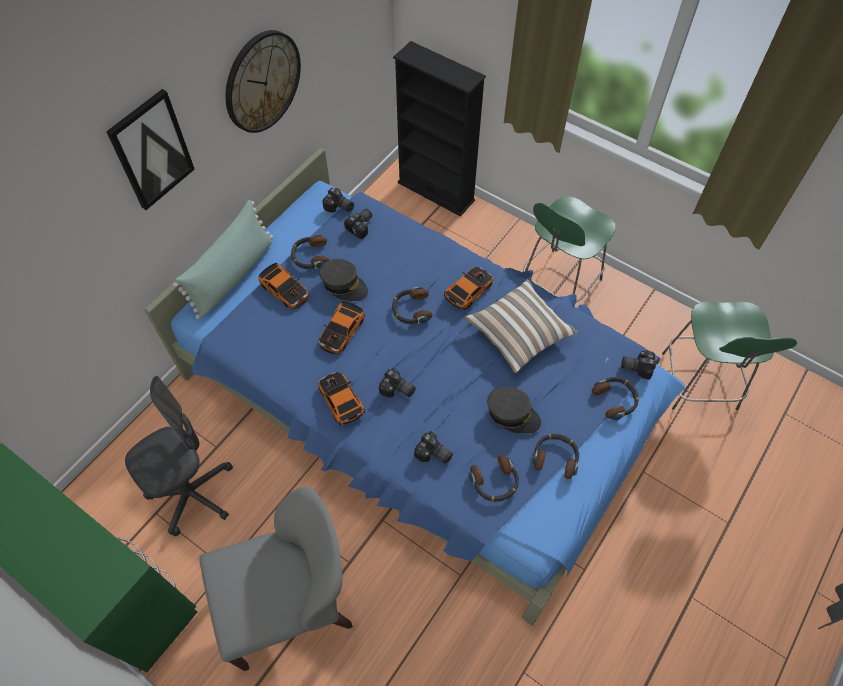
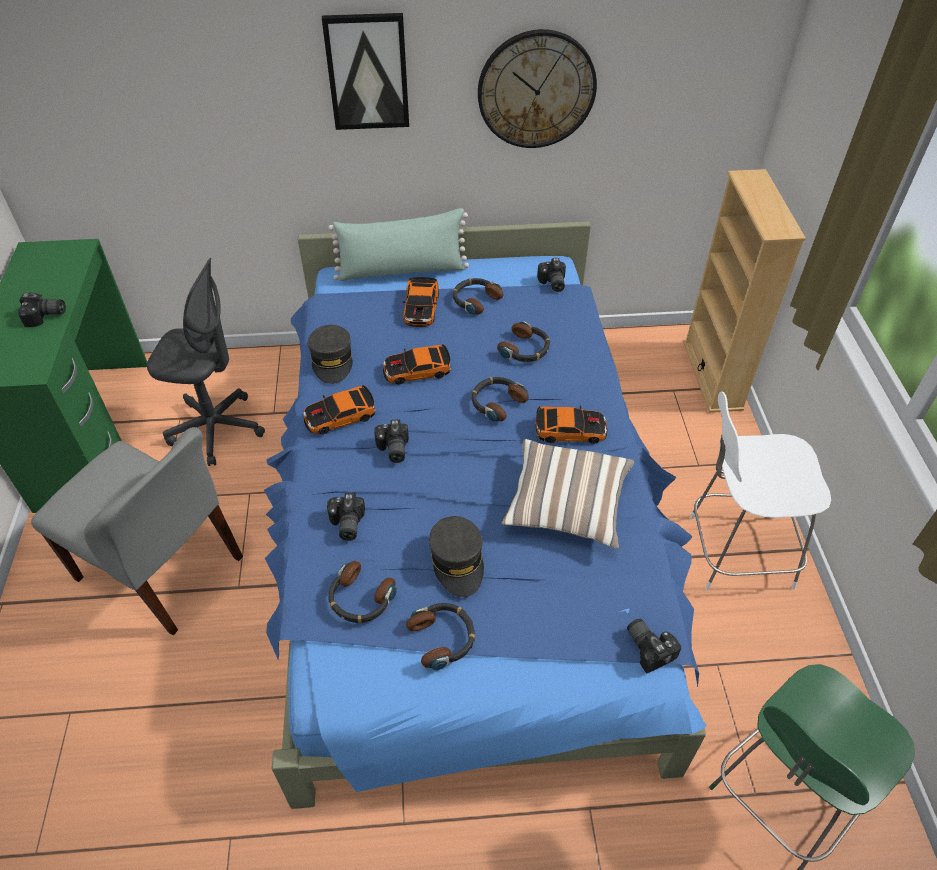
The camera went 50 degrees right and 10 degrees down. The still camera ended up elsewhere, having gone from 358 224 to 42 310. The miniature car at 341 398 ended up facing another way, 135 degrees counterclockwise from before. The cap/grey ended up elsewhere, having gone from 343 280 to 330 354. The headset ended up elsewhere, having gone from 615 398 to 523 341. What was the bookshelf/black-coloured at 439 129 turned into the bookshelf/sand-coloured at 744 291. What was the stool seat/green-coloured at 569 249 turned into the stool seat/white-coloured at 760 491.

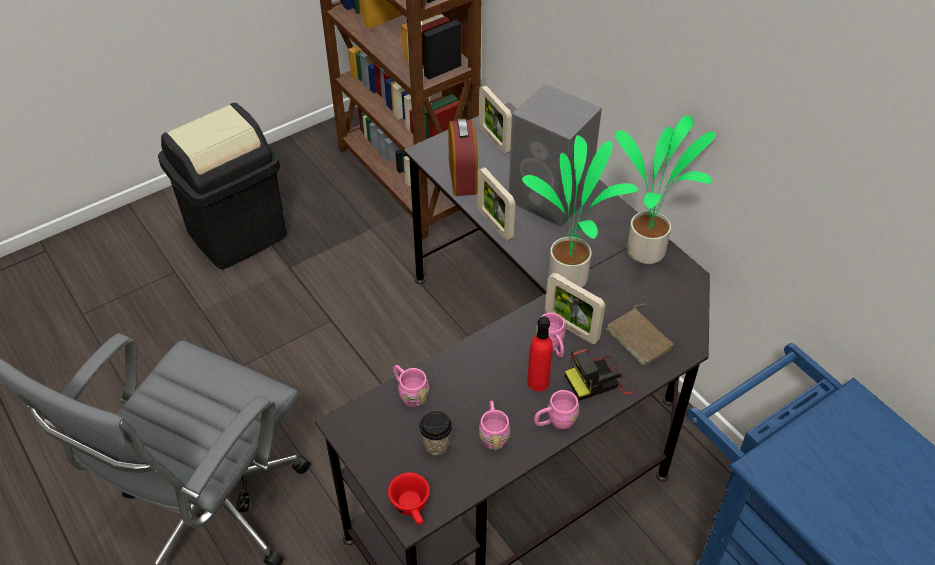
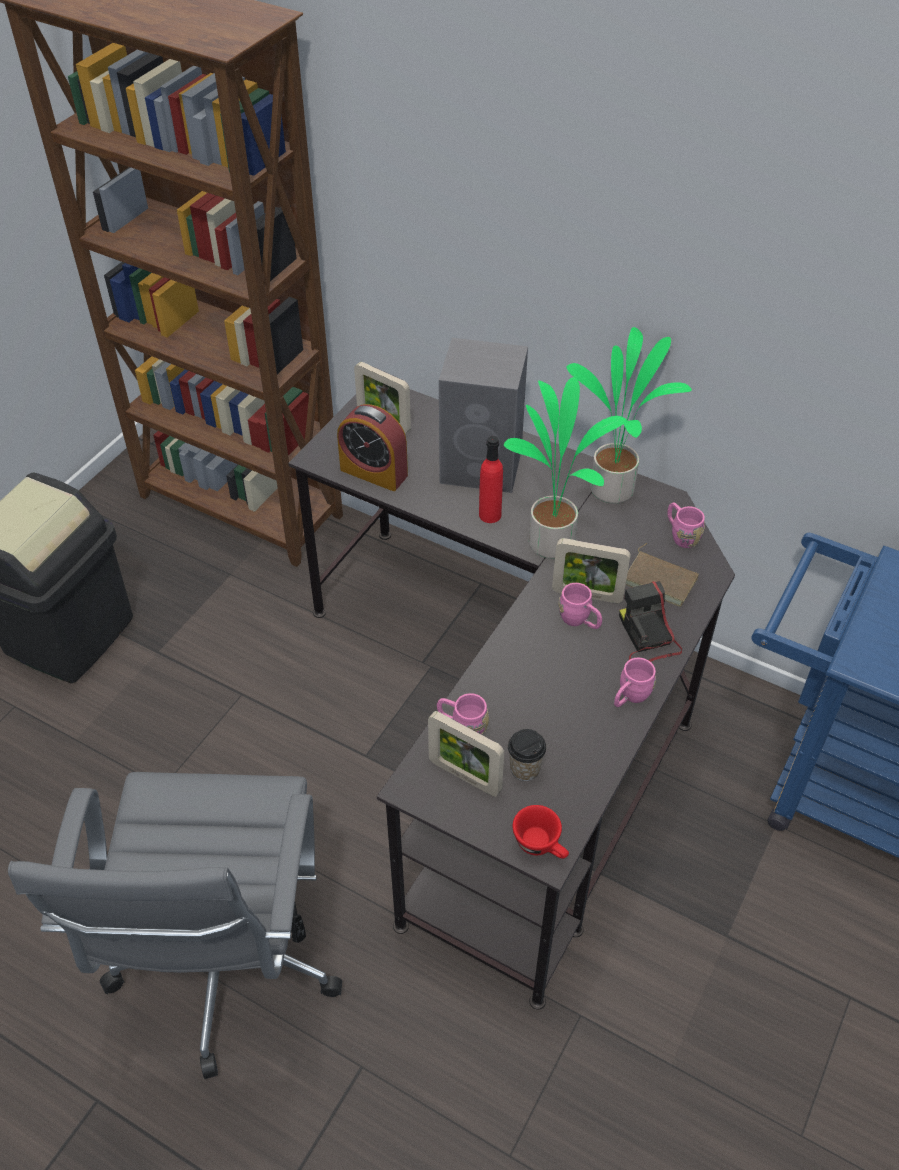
The camera went 25 degrees left and 0 degrees up. The alarm clock at 463 157 ended up facing another way, 150 degrees clockwise from before. The standing frame ended up elsewhere, having gone from 496 204 to 466 753. The beverage bottle/red ended up elsewhere, having gone from 540 353 to 491 479. The still camera at 600 374 ended up facing another way, 120 degrees clockwise from before. The tea mug/pink-coloured ended up elsewhere, having gone from 495 425 to 686 525.

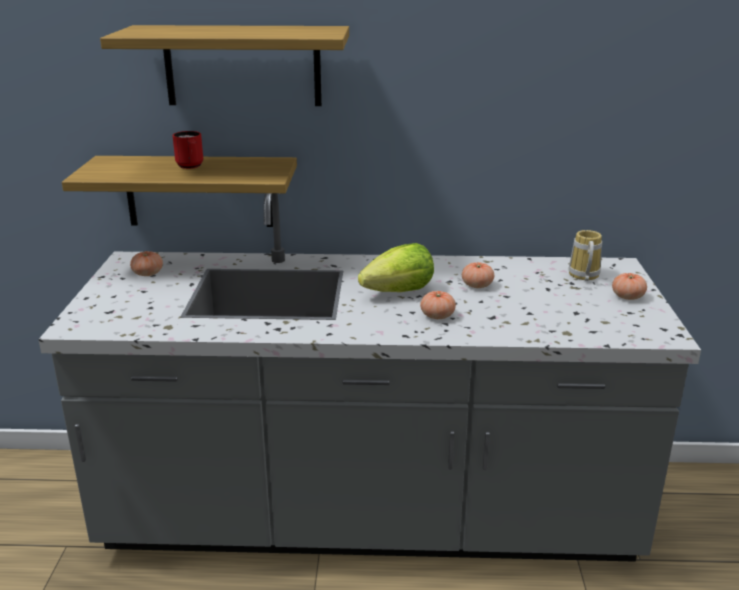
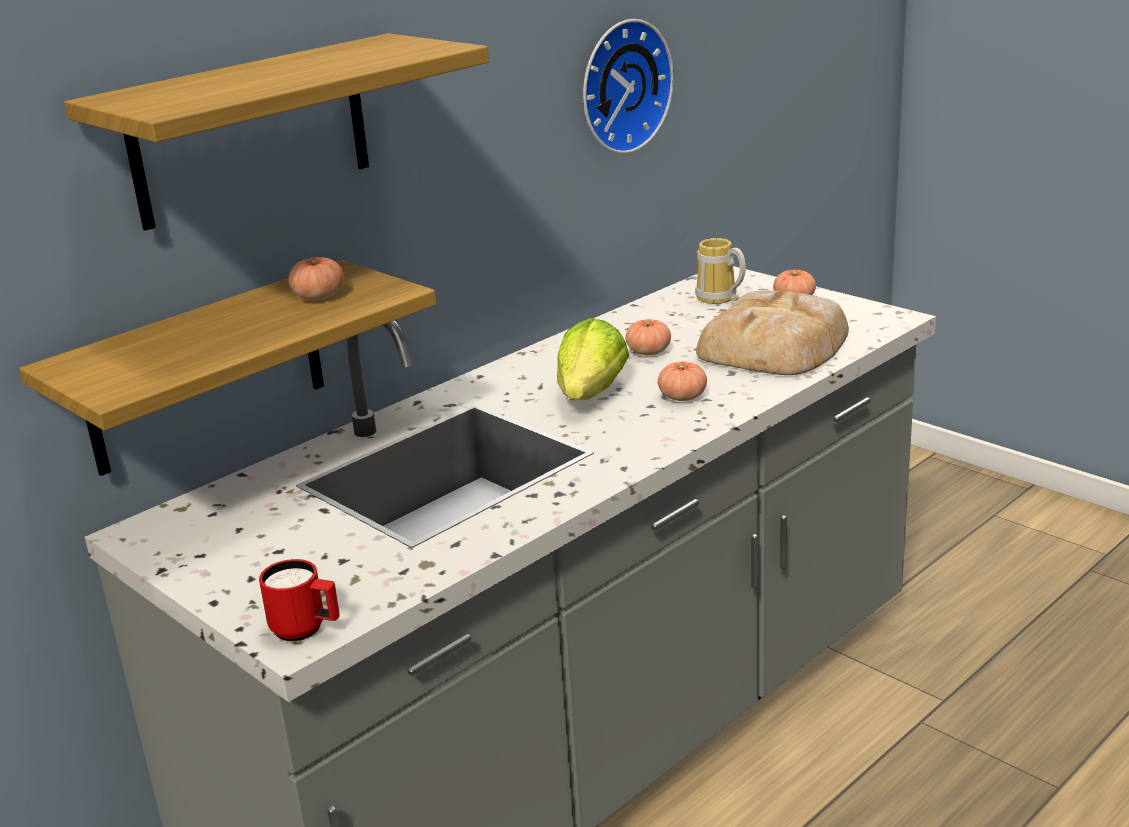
The camera went 45 degrees left and 0 degrees up. The tea mug/red ended up elsewhere, having gone from 187 150 to 299 600. The fresh tomato ended up elsewhere, having gone from 146 263 to 316 279. The second view gained the wall clock at 628 86. The second view gained the bread at 772 332.

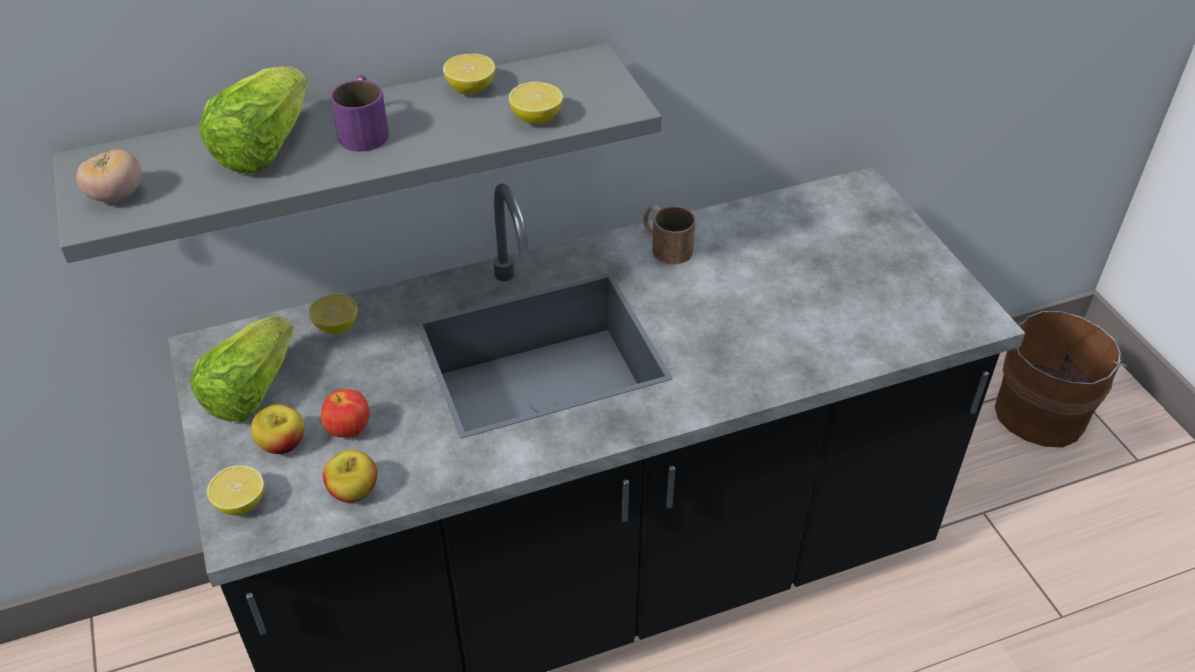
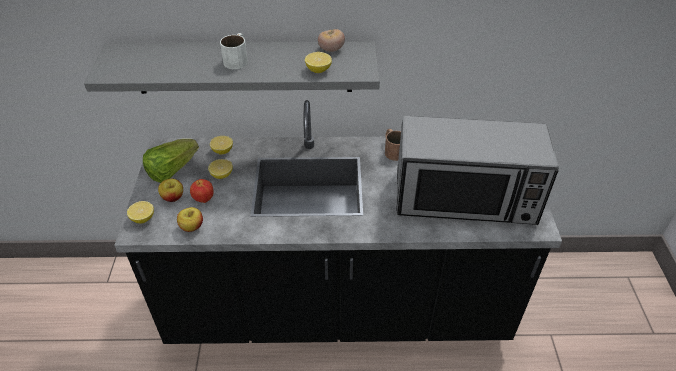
The camera went 20 degrees right and 0 degrees up. The whole lemon ended up elsewhere, having gone from 469 74 to 220 169. What was the tea mug/purplish at 359 113 turned into the tea mug/white-coloured at 234 51. The fresh tomato ended up elsewhere, having gone from 109 175 to 331 40. The second view gained the kitchen microwave at 477 170. The second view lost the lettuce at 253 120. The second view lost the water bucket/brown at 1061 379.

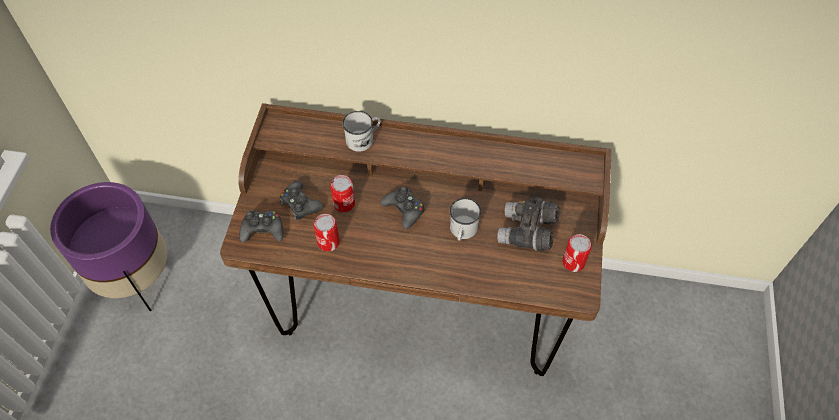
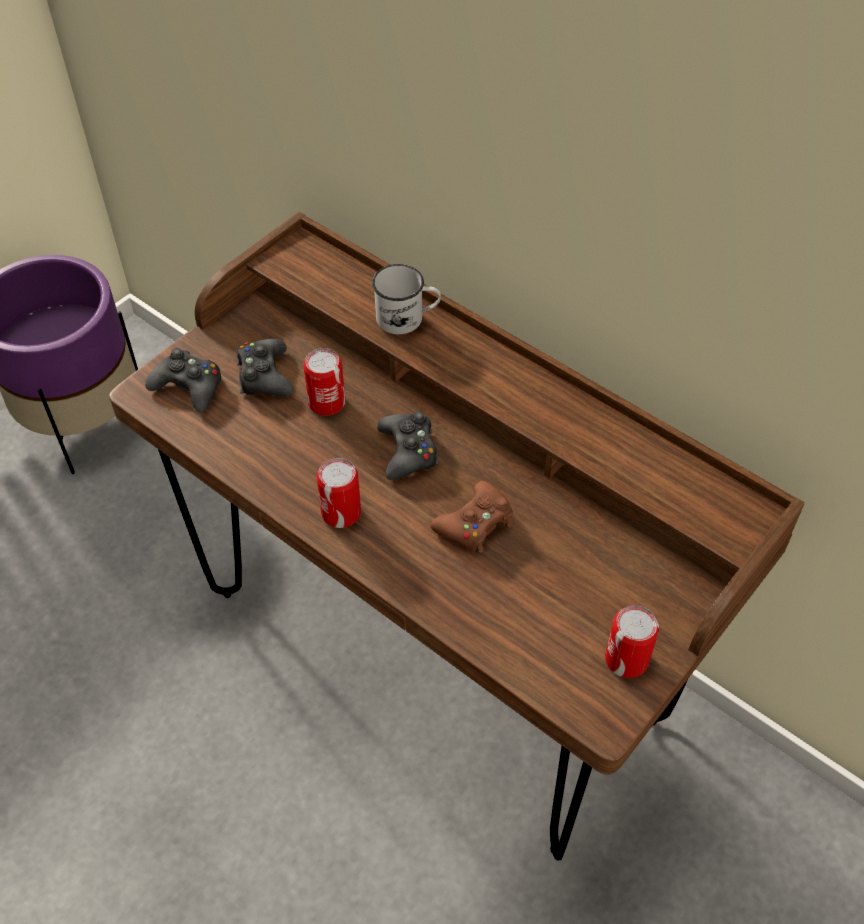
The camera went 30 degrees right and 5 degrees down. The can ended up elsewhere, having gone from 326 232 to 339 493. Where the tea mug/white-coloured stood at 465 219, the game controller/brown came to stand at 472 517. The second view lost the pair of binoculars/grey at 528 223.

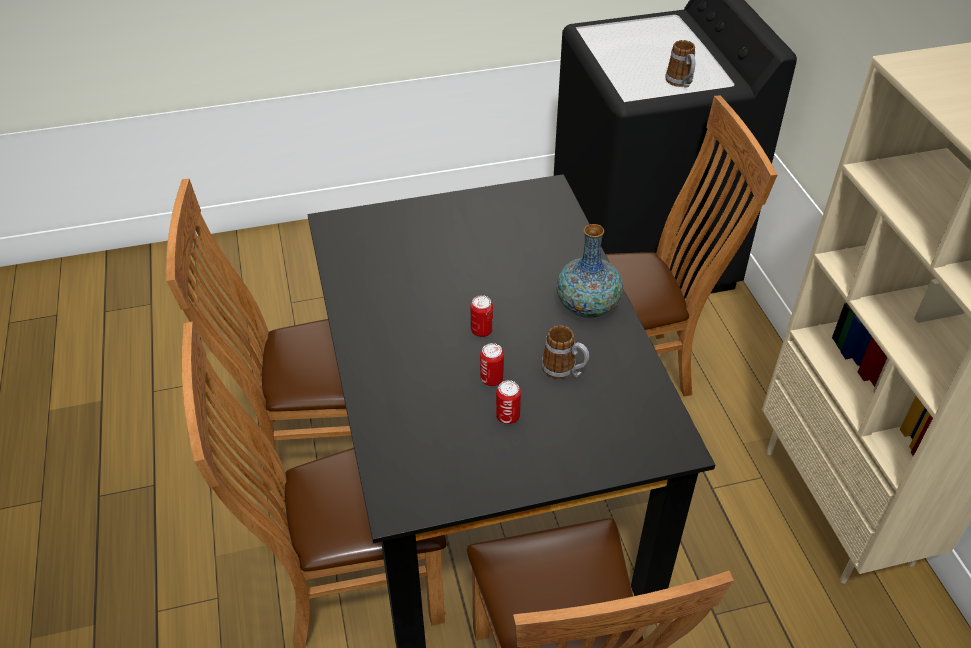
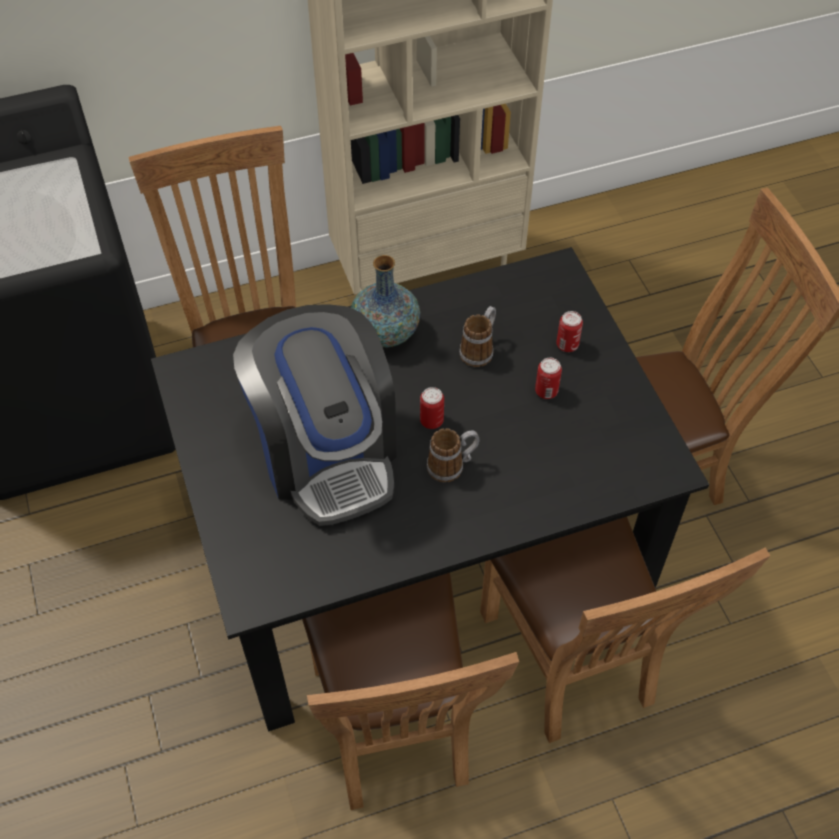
The camera went 95 degrees left and 10 degrees up. The second view gained the coffee maker at 315 415. The tea mug ended up elsewhere, having gone from 680 64 to 453 455. The can ended up elsewhere, having gone from 492 364 to 569 331.

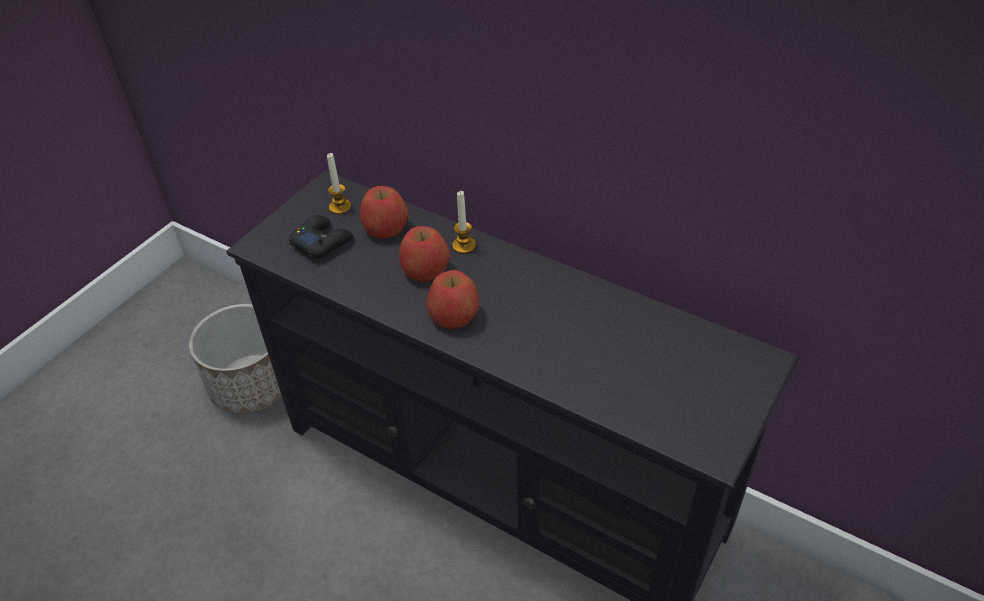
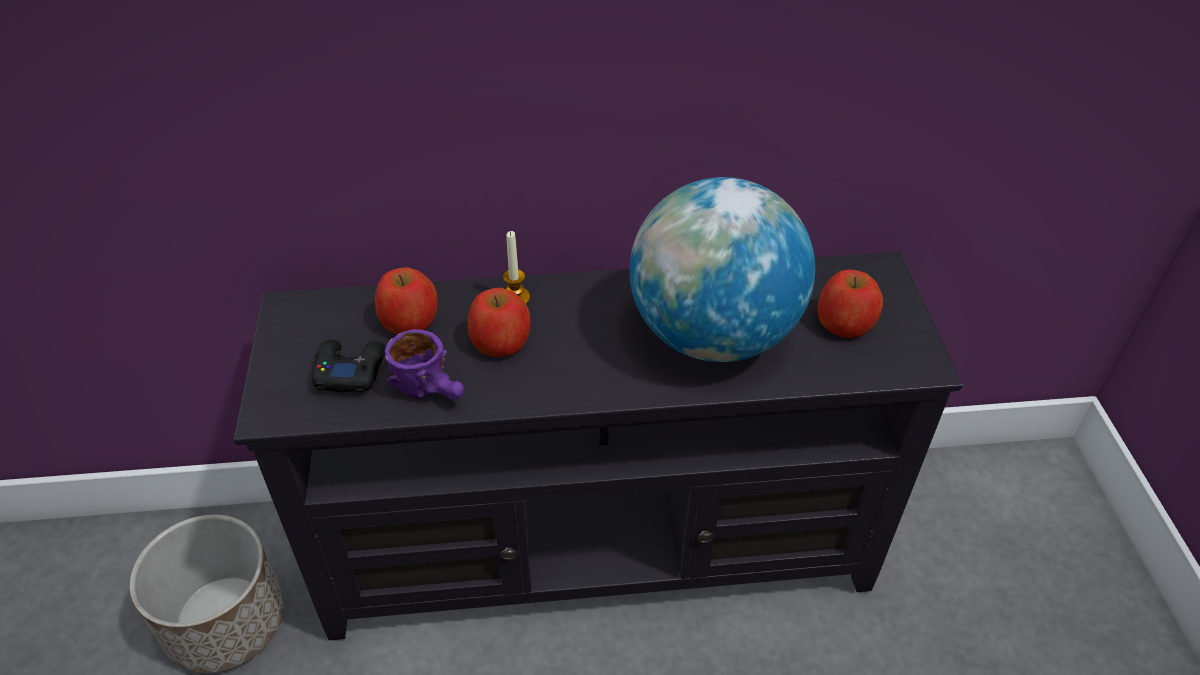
The camera went 40 degrees left and 0 degrees up. The second view gained the tea mug/purplish at 424 364. The second view gained the globe at 722 269. The apple ended up elsewhere, having gone from 453 299 to 850 303. The second view lost the candle at 339 183.

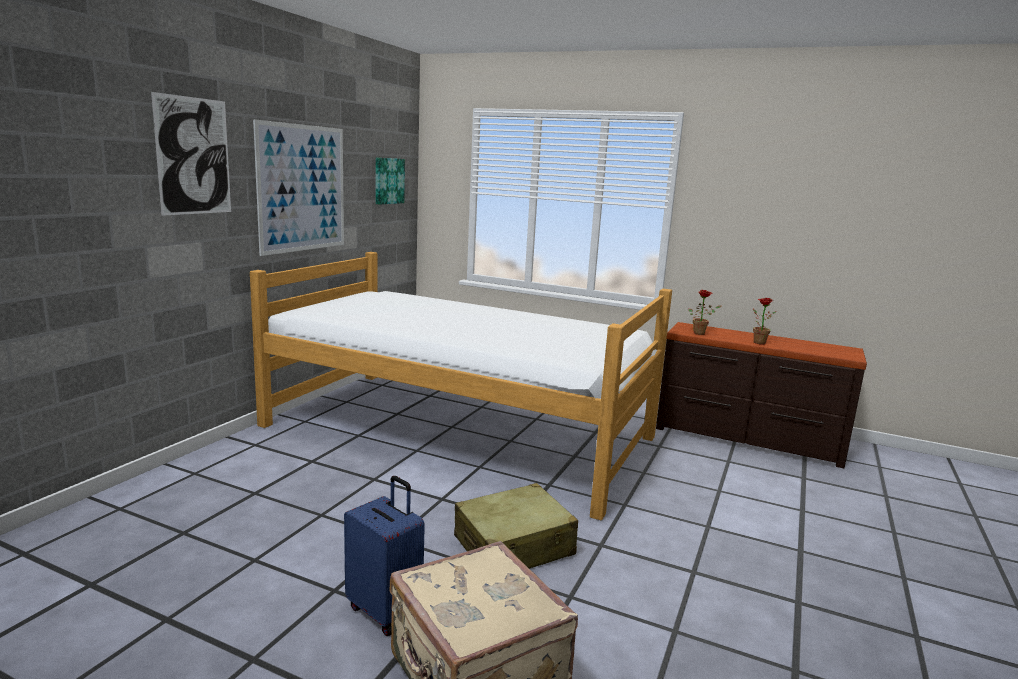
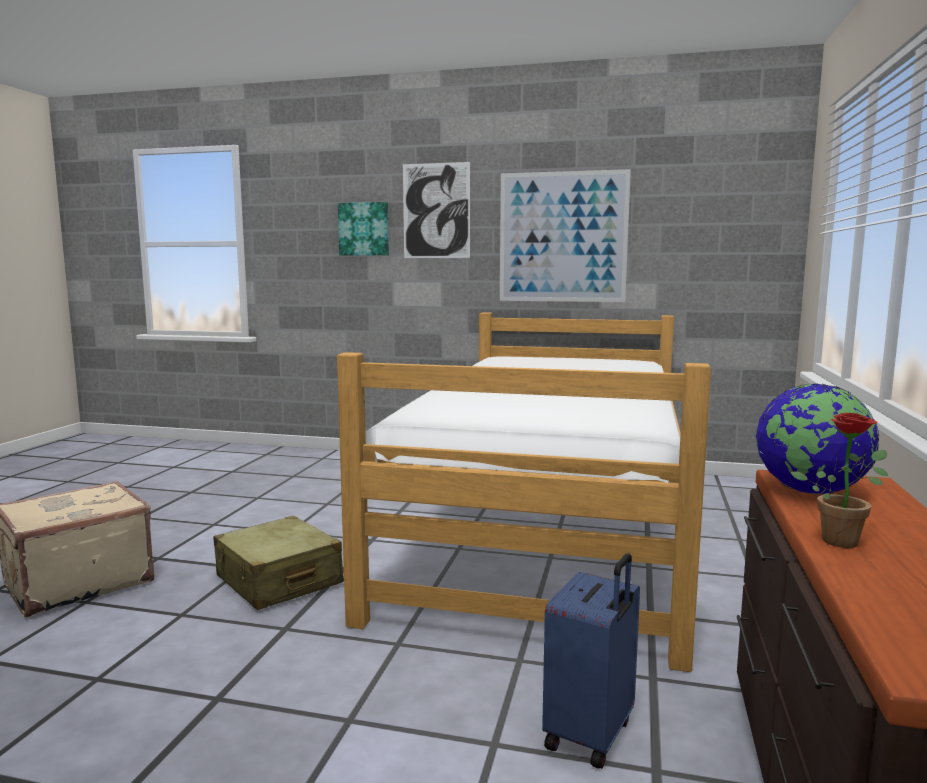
The camera went 80 degrees right and 5 degrees down. The wall art ended up elsewhere, having gone from 390 181 to 363 229. The piece of luggage/blue-coloured ended up elsewhere, having gone from 384 556 to 591 661. Where the houseplant stood at 704 312, the globe came to stand at 817 439.

